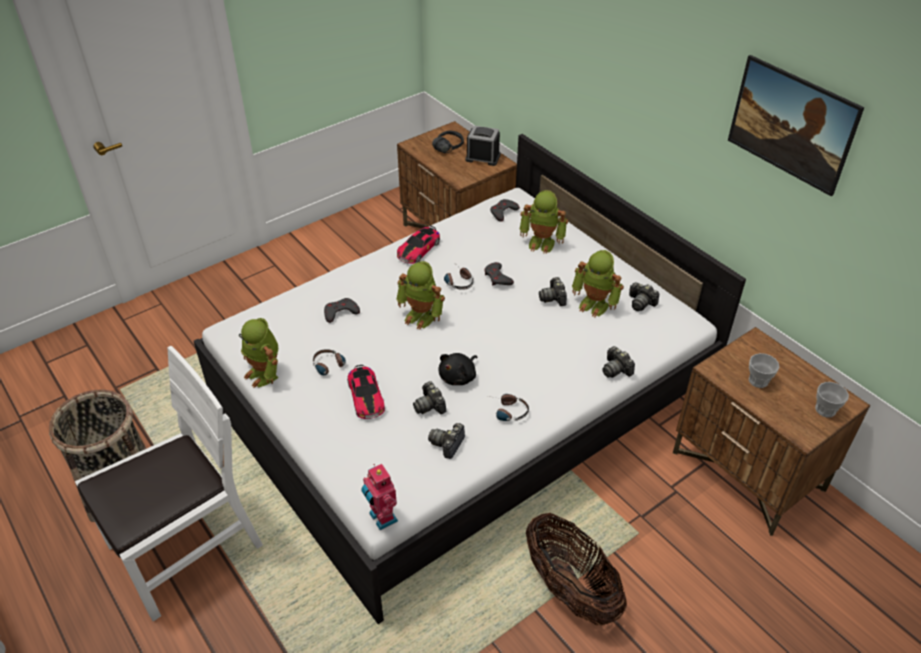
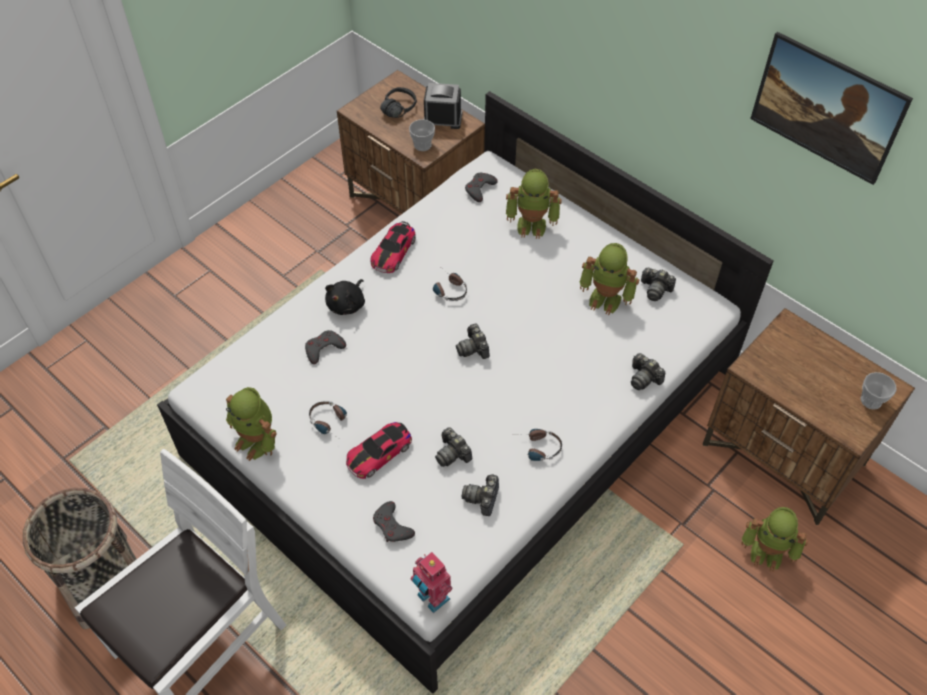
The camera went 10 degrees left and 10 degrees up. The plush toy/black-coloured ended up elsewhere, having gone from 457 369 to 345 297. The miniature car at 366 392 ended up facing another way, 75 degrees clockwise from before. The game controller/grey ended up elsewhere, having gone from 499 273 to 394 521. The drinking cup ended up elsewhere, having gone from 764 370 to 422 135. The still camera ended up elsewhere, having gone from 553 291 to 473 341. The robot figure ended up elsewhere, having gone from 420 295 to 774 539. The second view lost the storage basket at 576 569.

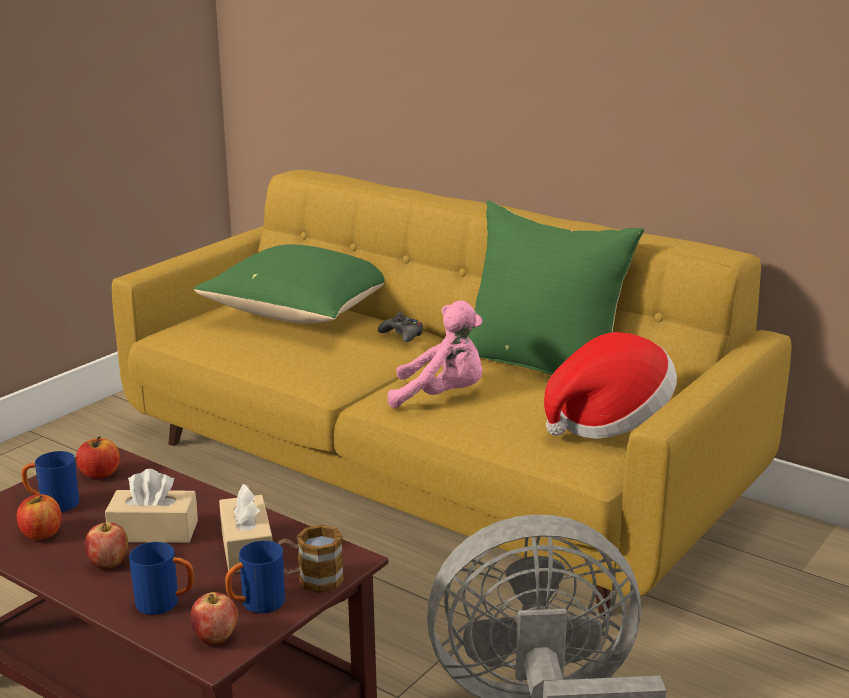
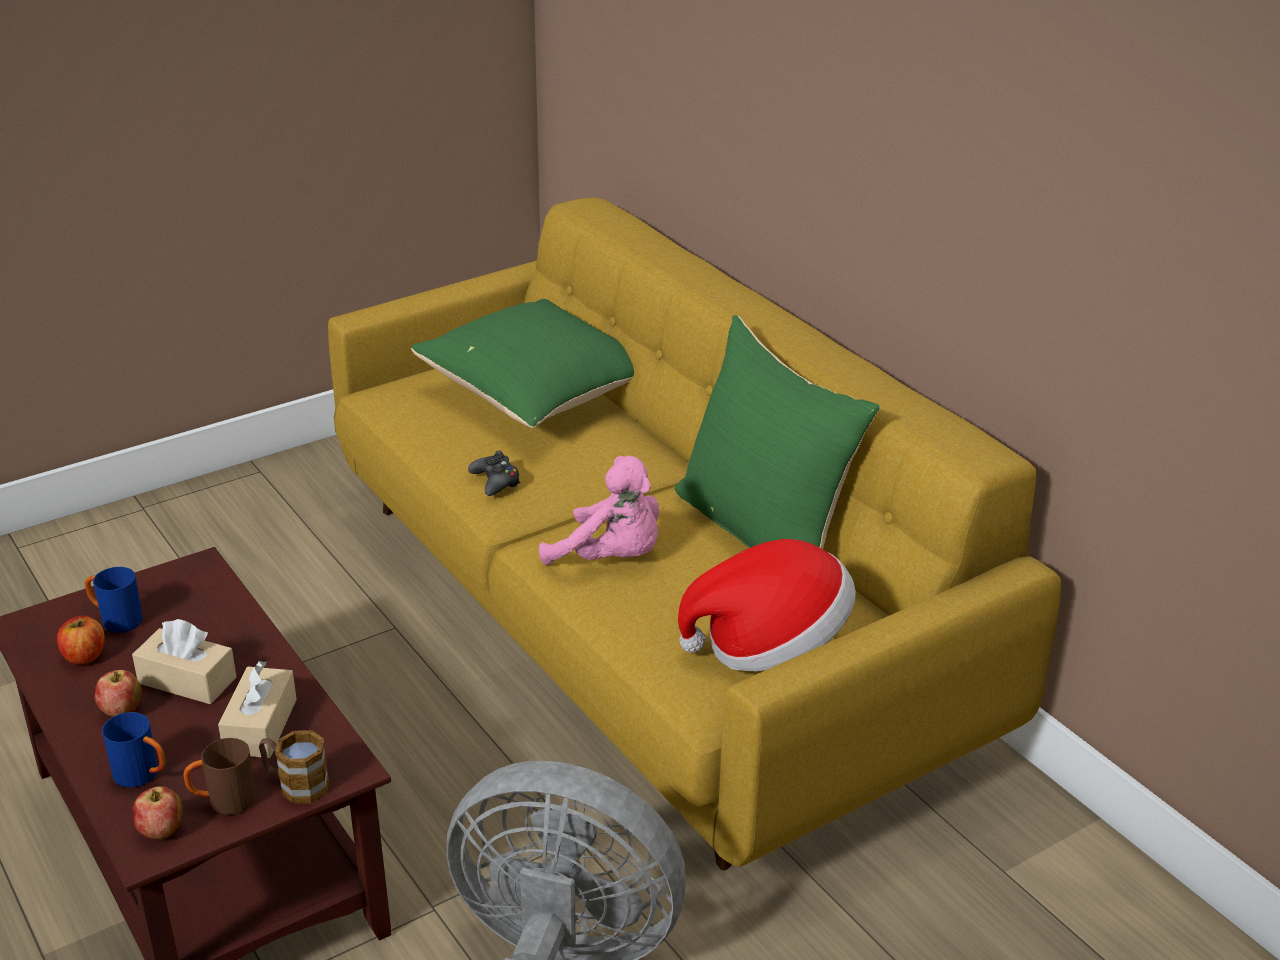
The camera went 20 degrees right and 10 degrees up. What was the tea mug/blue-coloured at 255 577 turned into the tea mug/brown at 220 776. The game controller/black-coloured ended up elsewhere, having gone from 400 327 to 494 473. The second view lost the apple at 98 457.

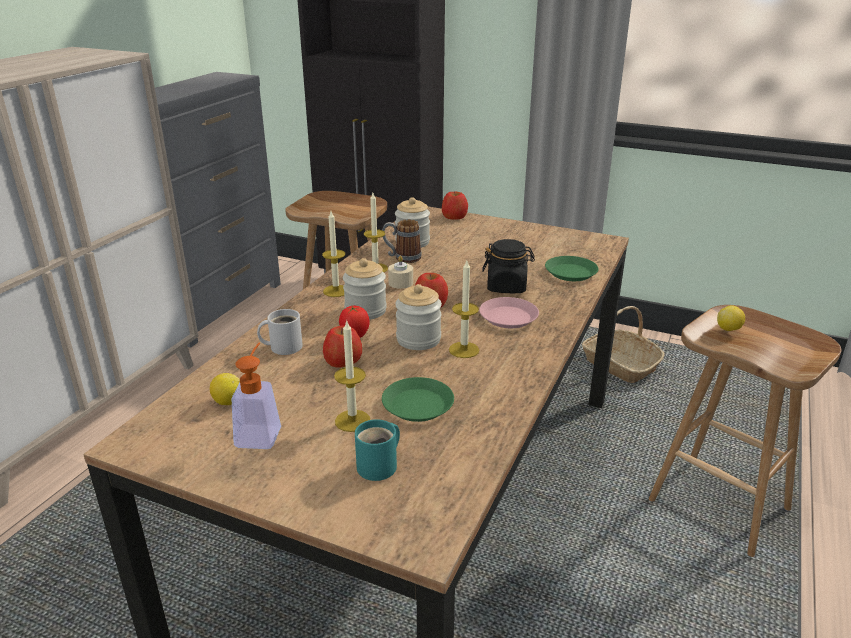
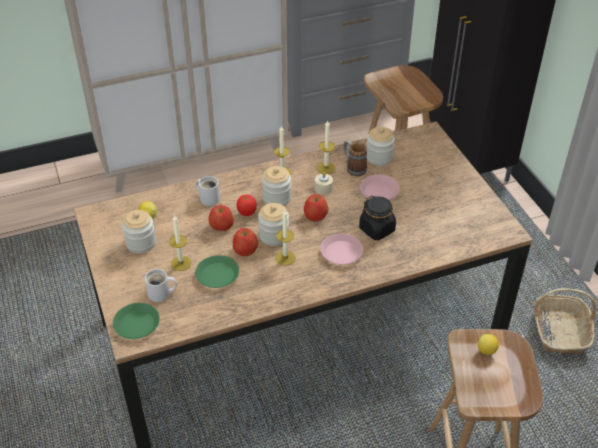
The camera went 45 degrees right and 15 degrees up. The plate/green-coloured ended up elsewhere, having gone from 572 268 to 136 321. Where the soap bottle stood at 256 396, the preserve jar came to stand at 139 231. What was the tea mug/turquoise-coloured at 377 450 turned into the tea mug/white-coloured at 161 285. The apple ended up elsewhere, having gone from 455 206 to 245 242. The second view gained the plate/pink-coloured at 380 187.

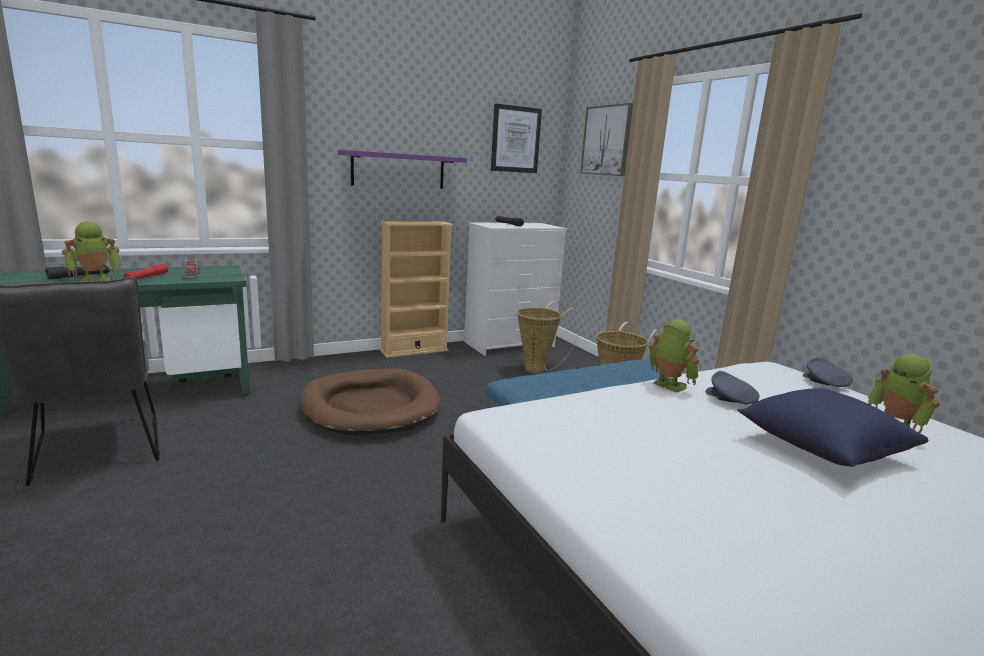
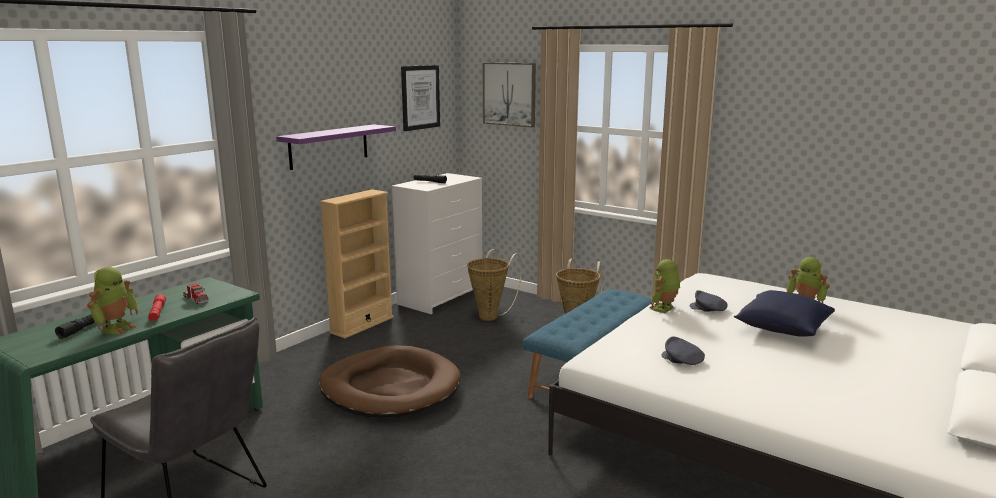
The camera went 25 degrees left and 0 degrees up. The robot figure at 674 355 ended up facing another way, 75 degrees counterclockwise from before. The cap/grey ended up elsewhere, having gone from 828 372 to 683 350.

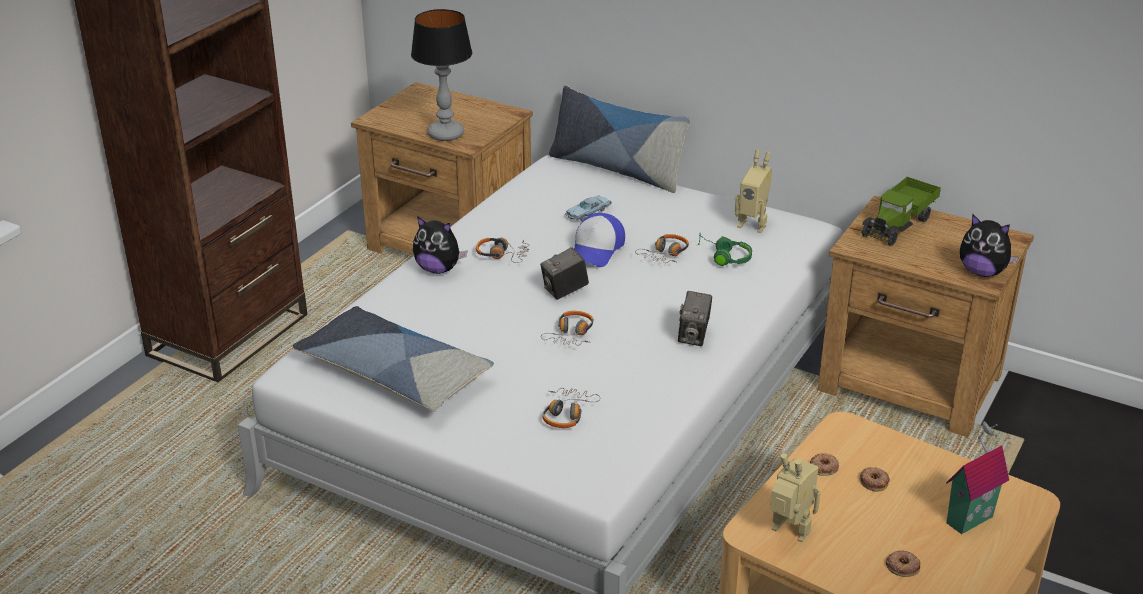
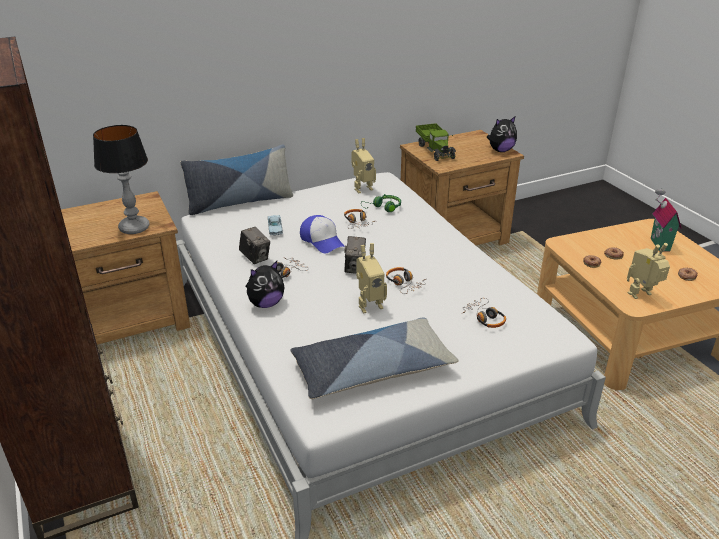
The camera went 55 degrees left and 0 degrees up. The still camera ended up elsewhere, having gone from 695 318 to 254 245. The second view gained the robot figure at 371 278.

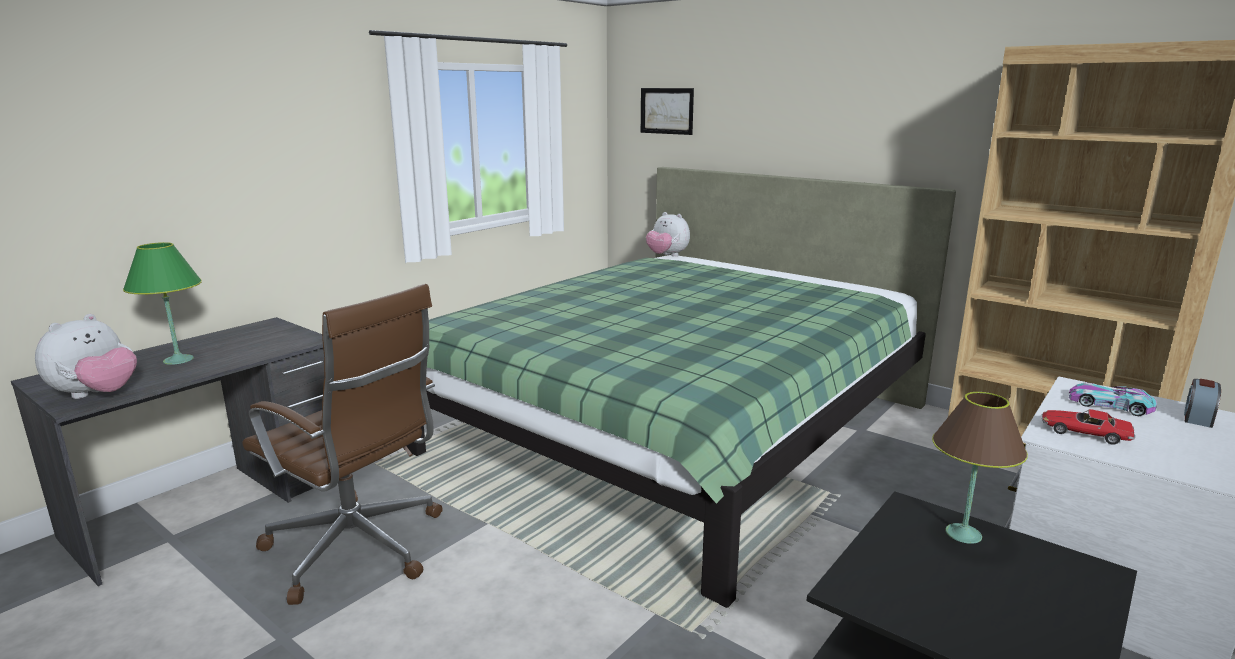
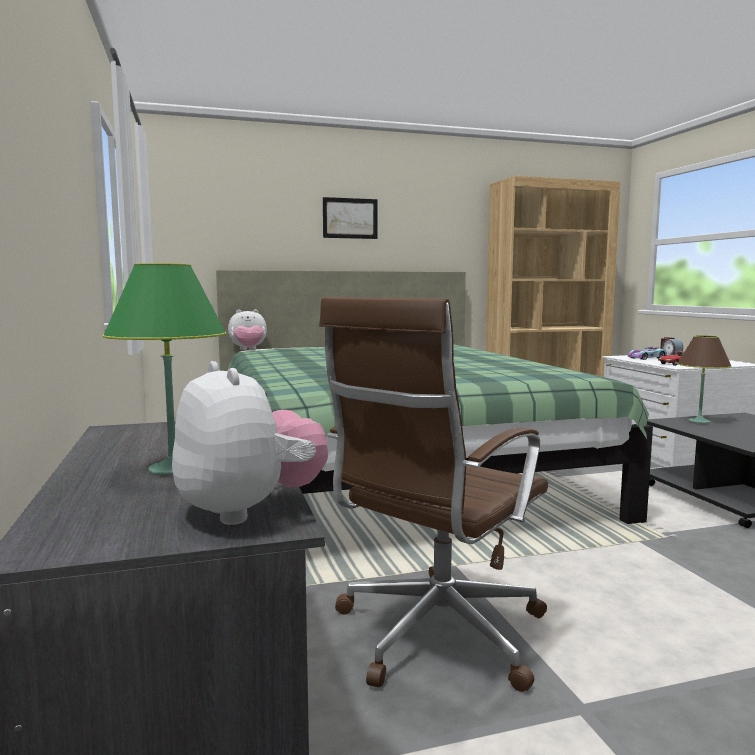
The camera went 55 degrees left and 10 degrees down. The office chair/brown at 342 444 ended up facing another way, 150 degrees clockwise from before. The wall art ended up elsewhere, having gone from 667 111 to 350 218.

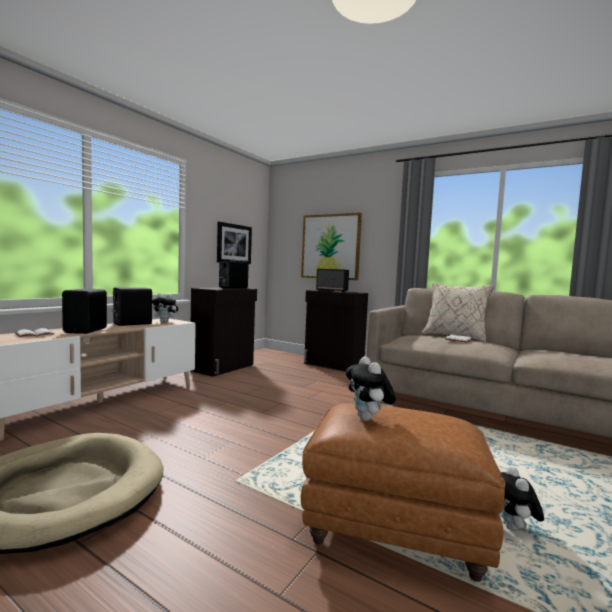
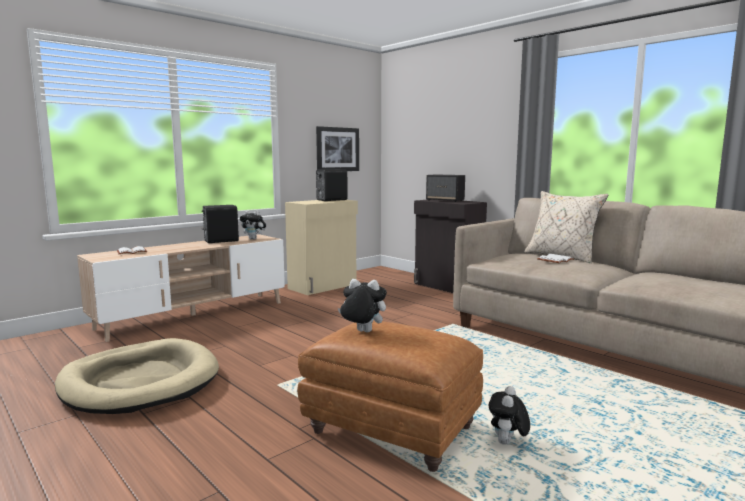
The camera went 15 degrees right and 5 degrees up. What was the cabinet/black-coloured at 224 332 turned into the cabinet/sand-coloured at 321 247. The plush toy at 371 388 ended up facing another way, 105 degrees clockwise from before. The second view lost the loudspeaker/black-coloured at 84 311. The second view lost the wall art at 331 246.

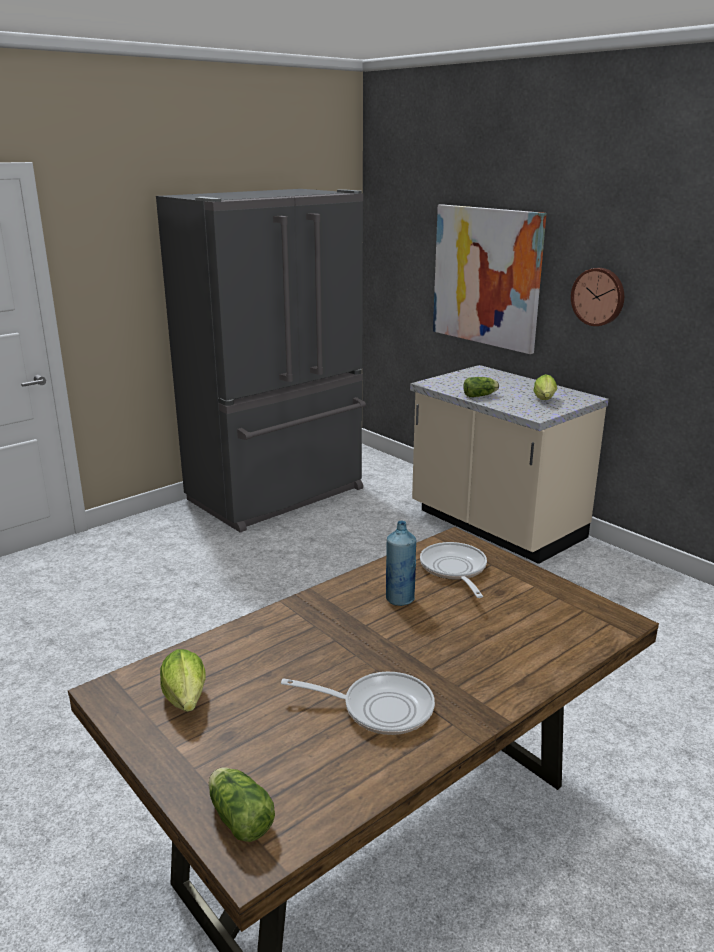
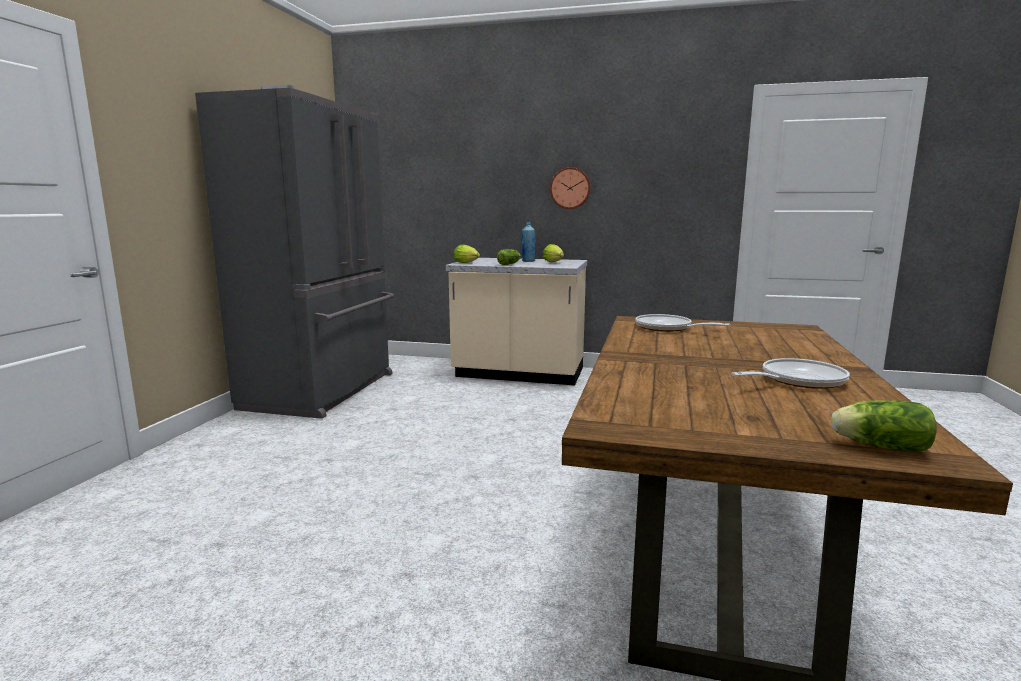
The camera went 35 degrees left and 10 degrees down. The lettuce ended up elsewhere, having gone from 182 680 to 467 254. The beverage bottle/blue-coloured ended up elsewhere, having gone from 401 563 to 529 242. The second view lost the wall art at 489 279.

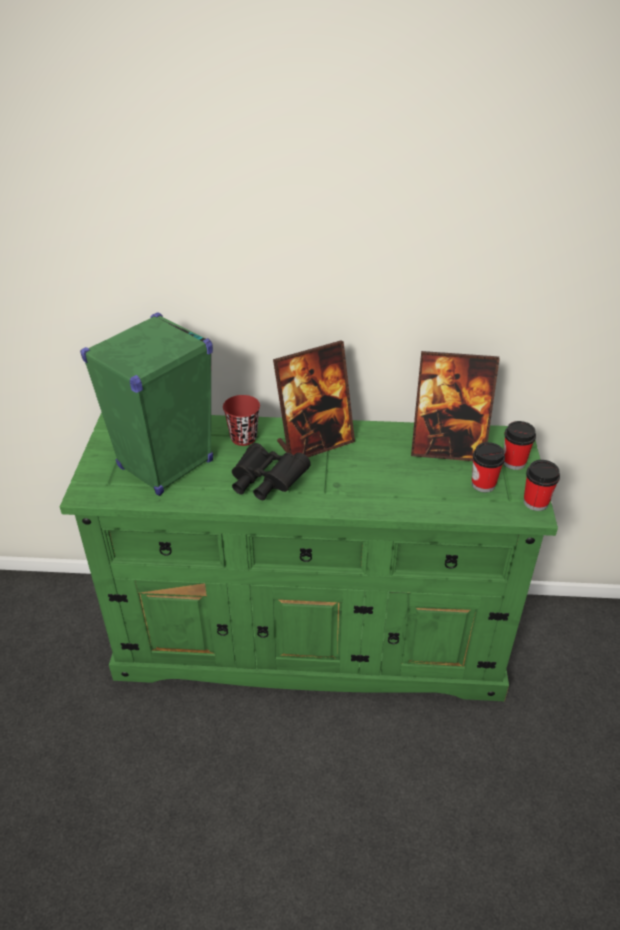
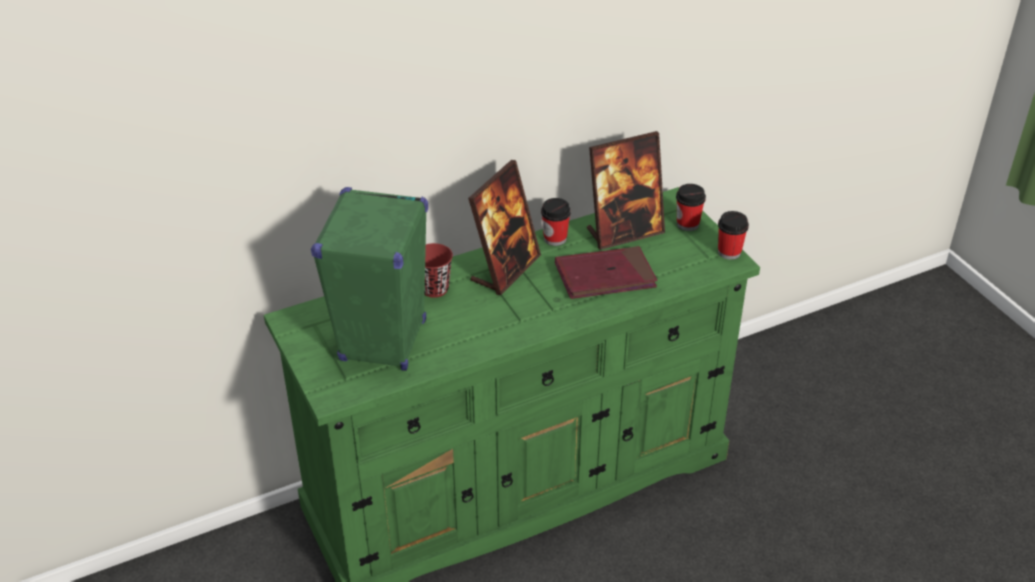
The camera went 30 degrees left and 0 degrees up. The drinking cup ended up elsewhere, having gone from 488 467 to 556 222. The second view gained the volume/red at 606 272. The second view lost the pair of binoculars/black-coloured at 271 471.

